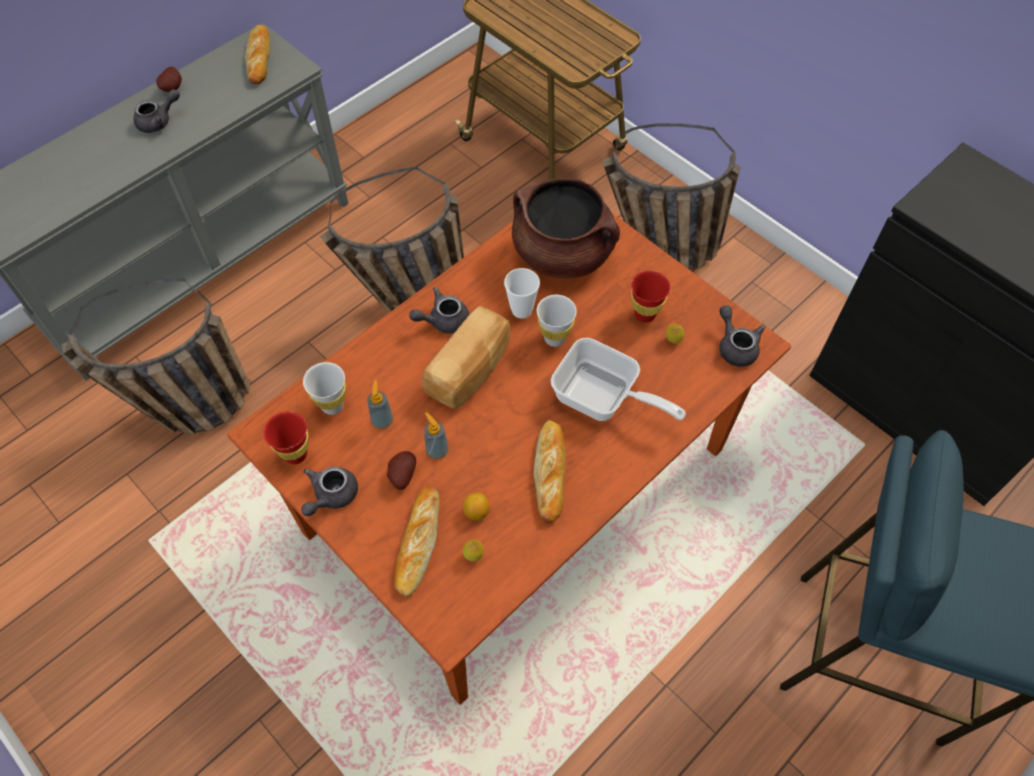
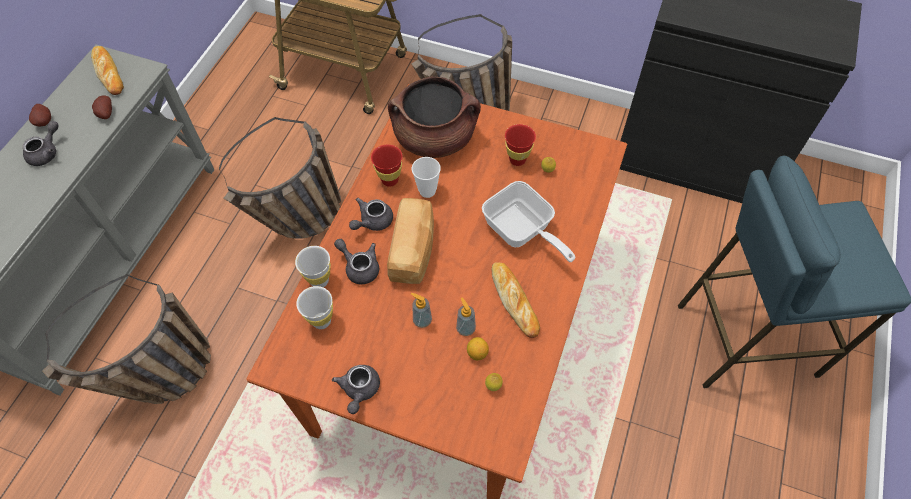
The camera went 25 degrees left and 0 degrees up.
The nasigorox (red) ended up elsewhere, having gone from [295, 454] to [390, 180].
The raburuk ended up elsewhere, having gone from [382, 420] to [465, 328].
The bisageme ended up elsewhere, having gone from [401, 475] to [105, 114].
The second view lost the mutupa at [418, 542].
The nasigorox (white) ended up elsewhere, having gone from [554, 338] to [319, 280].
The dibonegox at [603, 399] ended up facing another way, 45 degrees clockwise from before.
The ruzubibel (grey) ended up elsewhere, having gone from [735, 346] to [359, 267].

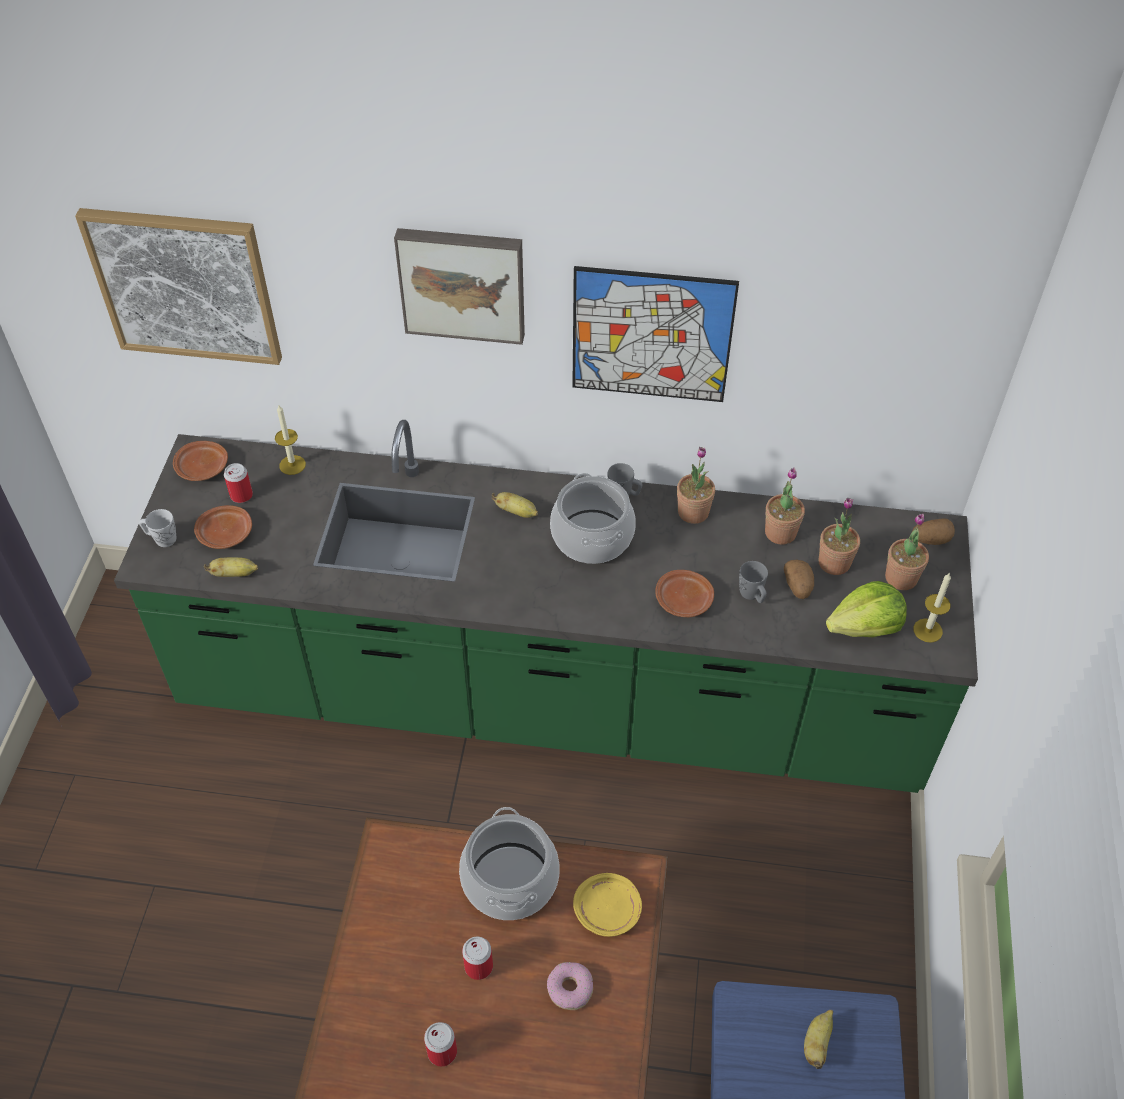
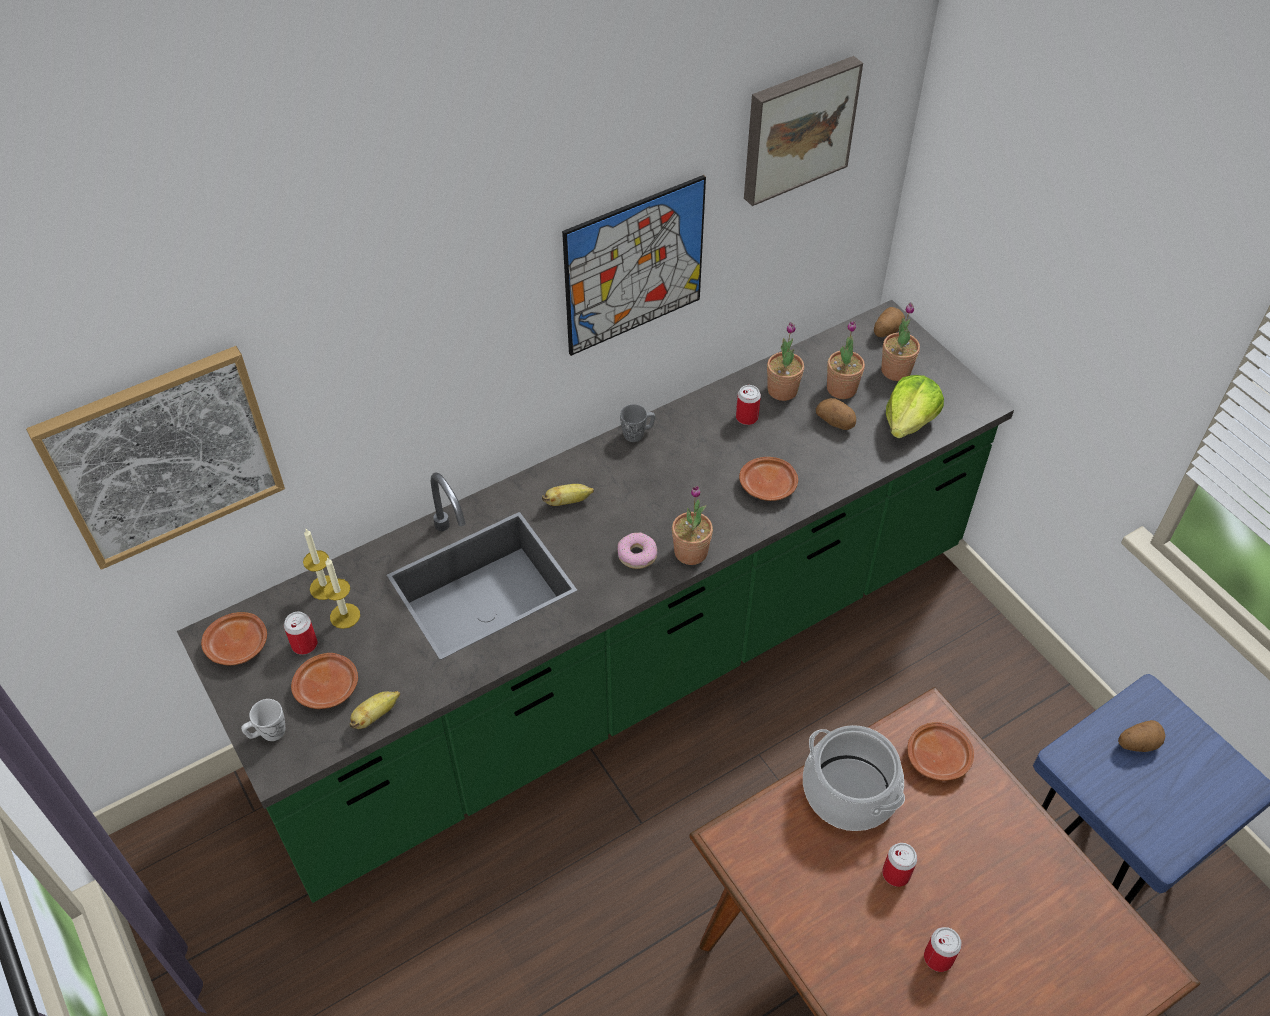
The camera went 40 degrees left and 0 degrees up.
The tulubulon ended up elsewhere, having gone from [463, 283] to [797, 128].
The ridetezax ended up elsewhere, having gone from [570, 989] to [637, 554].
The second view lost the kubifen at [593, 537].
What was the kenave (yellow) at [608, 910] turned into the kenave (brown) at [938, 757].
The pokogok ended up elsewhere, having gone from [693, 512] to [691, 552].
The second view lost the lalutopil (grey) at [752, 595].
Where the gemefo stood at [816, 1043], the bisageme came to stand at [1137, 743].
The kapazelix ended up elsewhere, having gone from [927, 630] to [345, 616].
The second view gained the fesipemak at [746, 417].

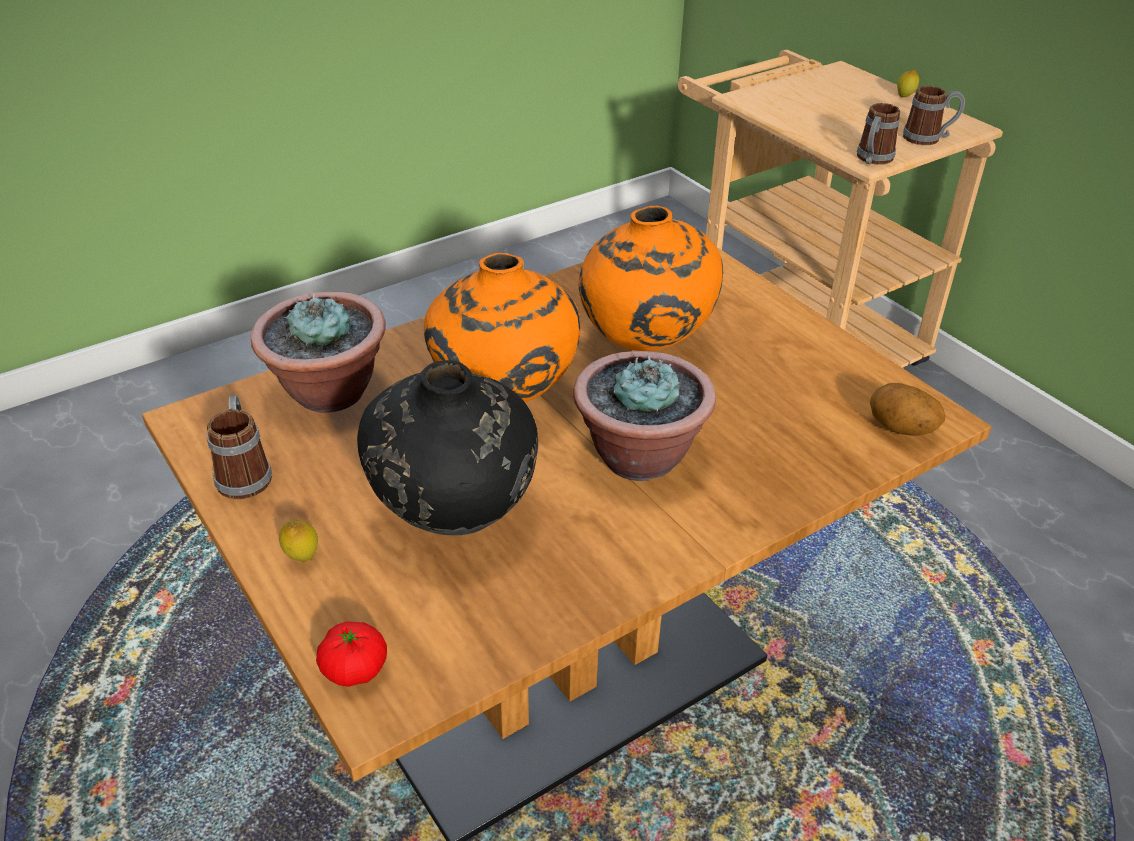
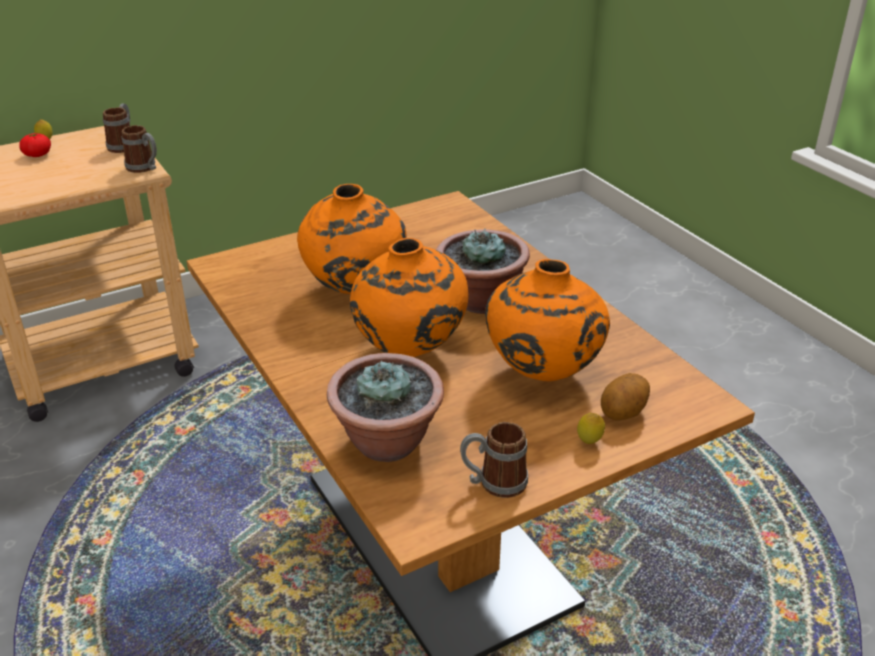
The camera went 85 degrees left and 5 degrees down.
The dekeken ended up elsewhere, having gone from [354, 669] to [37, 155].
What was the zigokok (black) at [455, 516] turned into the zigokok (orange) at [542, 375].
The bisageme ended up elsewhere, having gone from [900, 430] to [623, 413].

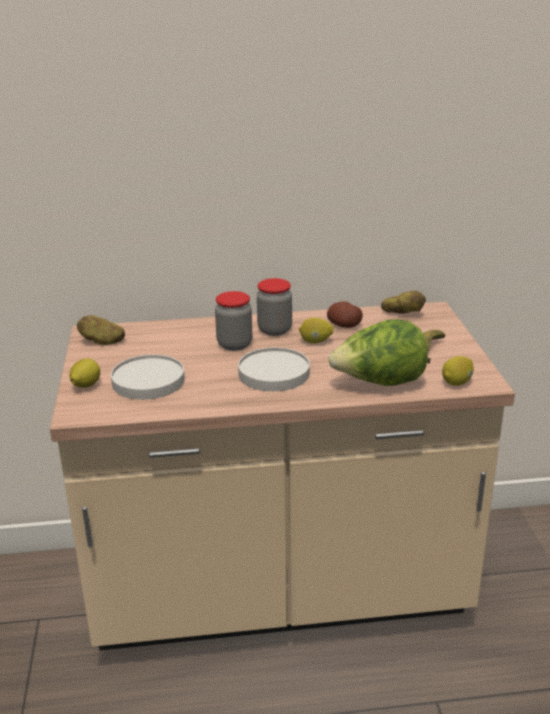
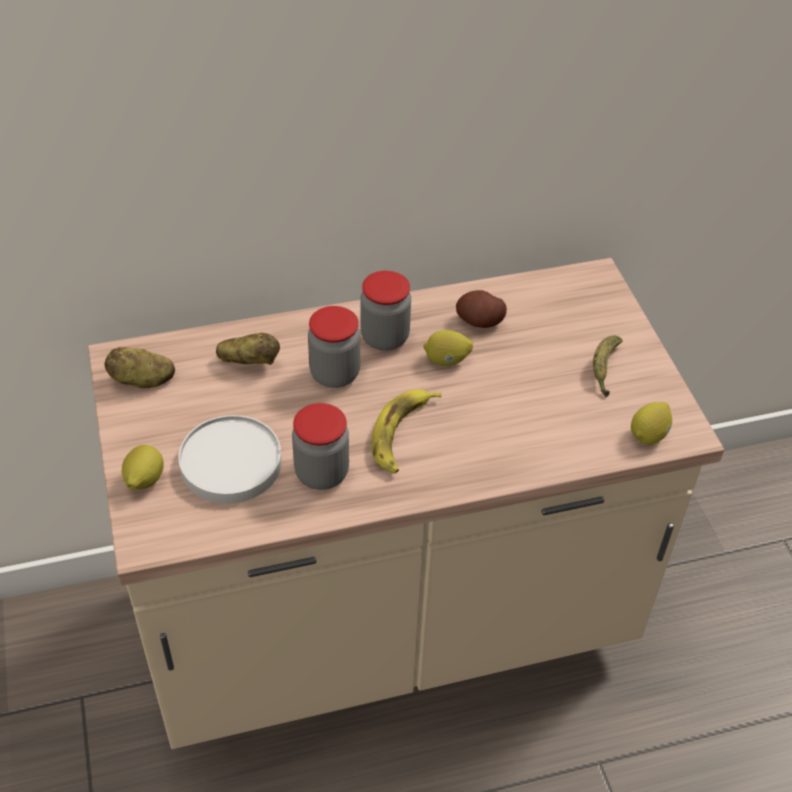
The camera went 10 degrees left and 20 degrees up.
Where the kenave (white) stood at [274, 373], the gemefo came to stand at [402, 434].
The second view lost the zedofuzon at [380, 383].
The bisageme ended up elsewhere, having gone from [402, 314] to [249, 361].
The second view gained the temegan at [322, 473].

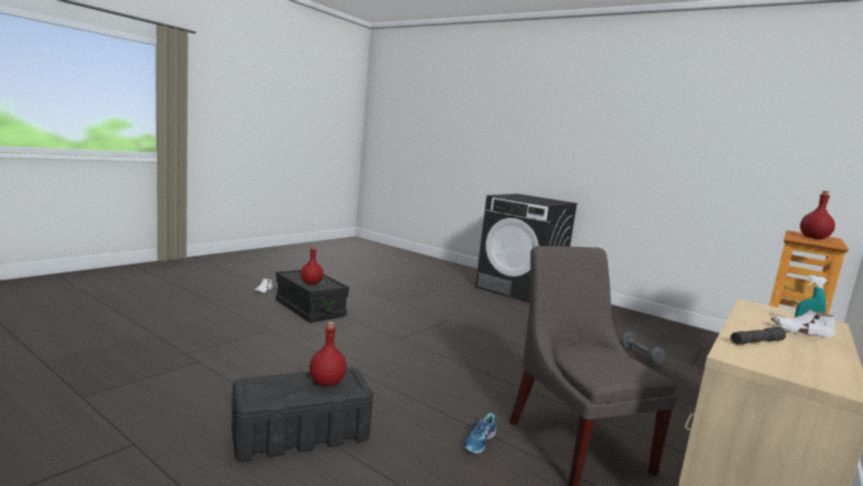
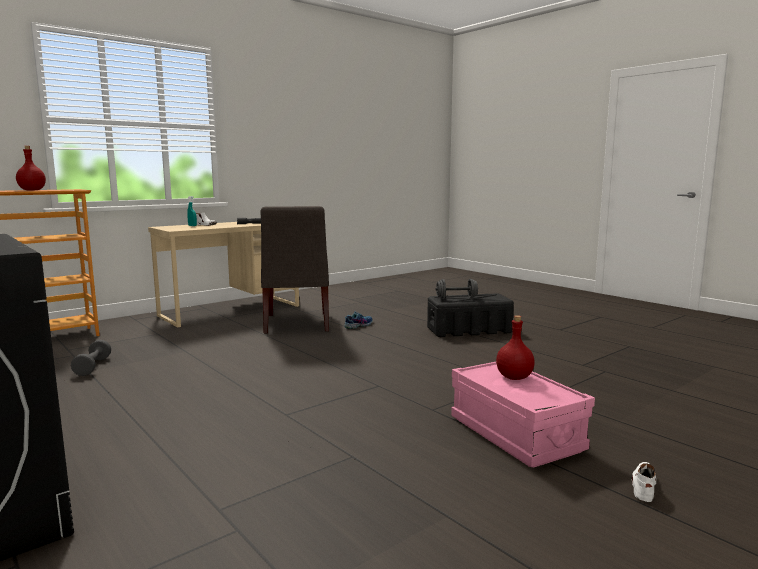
The camera went 165 degrees left and 0 degrees up.
What was the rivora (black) at [310, 309] turned into the rivora (pink) at [515, 434].
Where the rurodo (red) stood at [326, 383], the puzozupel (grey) came to stand at [456, 298].

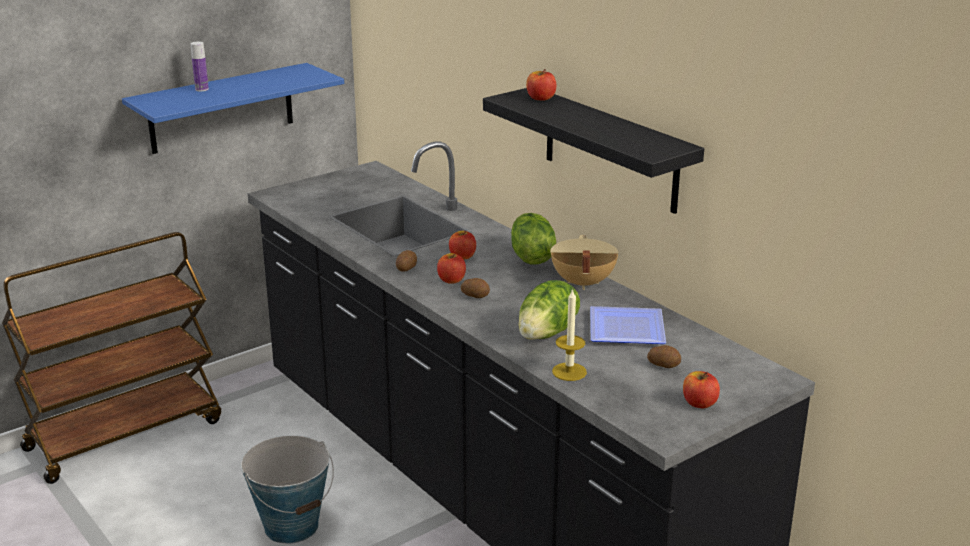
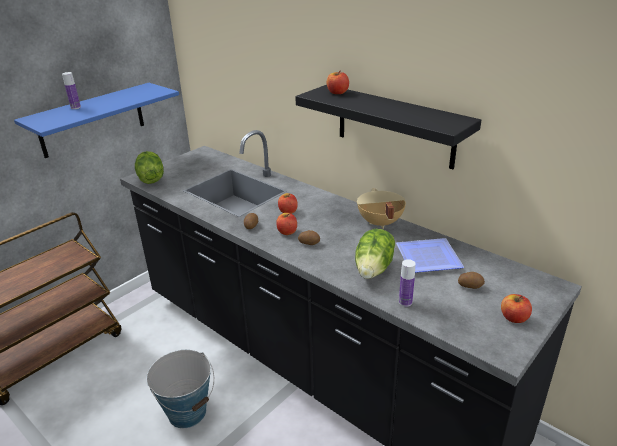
The camera went 10 degrees left and 5 degrees up.
The zedofuzon ended up elsewhere, having gone from [530, 257] to [150, 179].
Where the kapazelix stood at [569, 372], the rurodo came to stand at [405, 302].

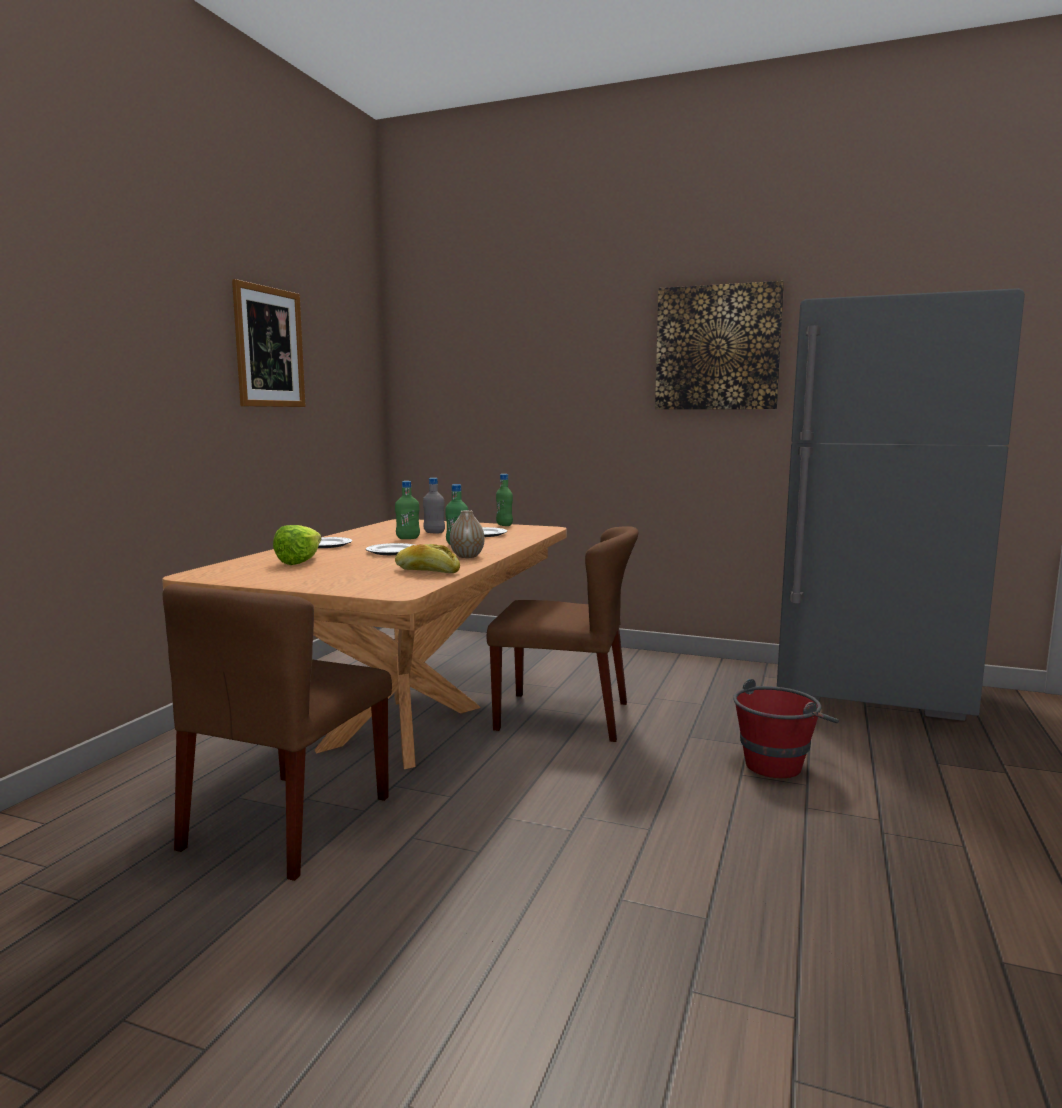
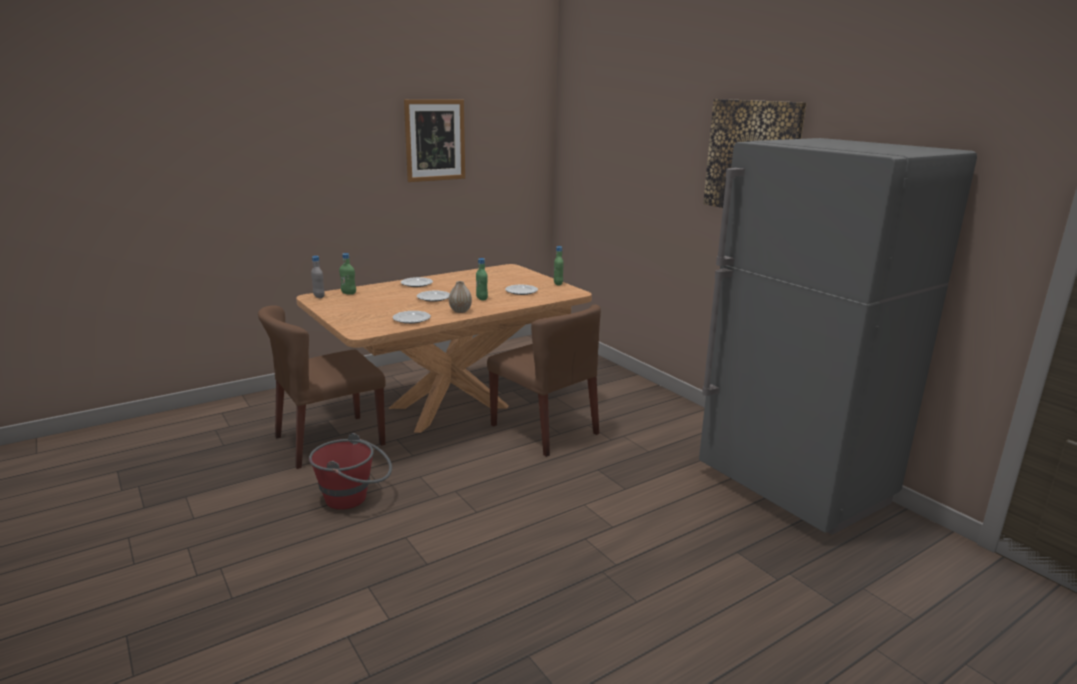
The camera went 35 degrees right and 10 degrees up.
The second view lost the zedofuzon at [304, 561].
The rurodo (green) ended up elsewhere, having gone from [408, 538] to [348, 293].
Where the mutupa stood at [427, 571], the kenave came to stand at [411, 319].
The rurodo (grey) ended up elsewhere, having gone from [434, 532] to [319, 296].
The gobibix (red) ended up elsewhere, having gone from [781, 762] to [354, 498].

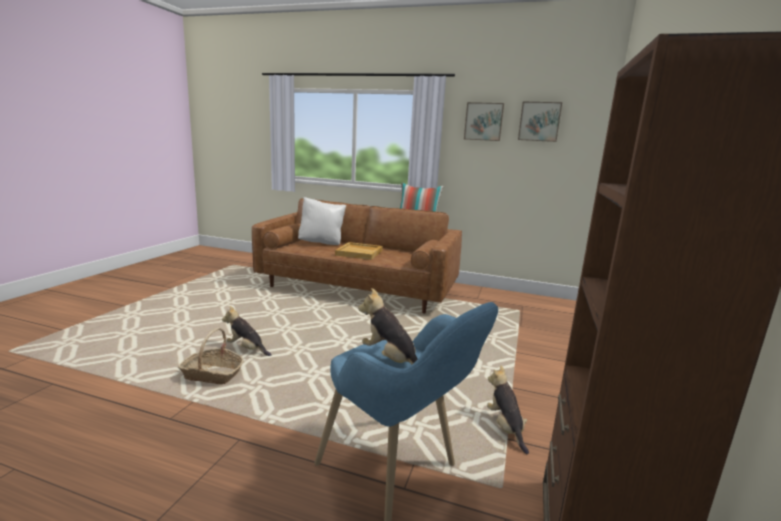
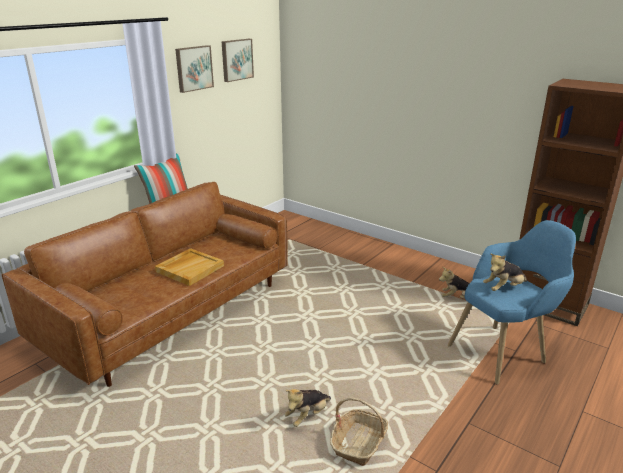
The camera went 70 degrees left and 10 degrees up.
The second view lost the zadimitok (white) at [322, 243].

